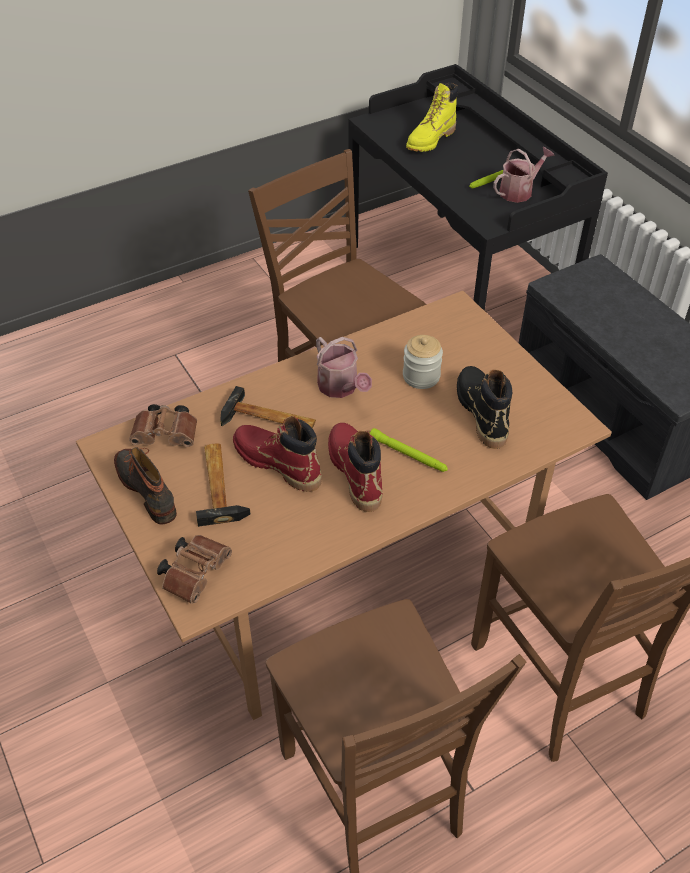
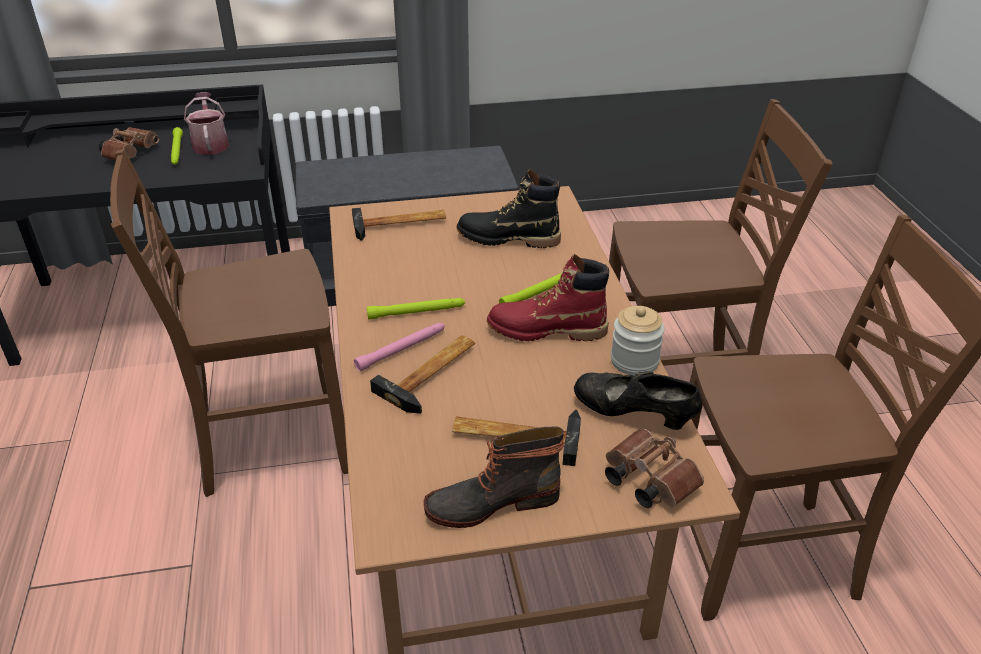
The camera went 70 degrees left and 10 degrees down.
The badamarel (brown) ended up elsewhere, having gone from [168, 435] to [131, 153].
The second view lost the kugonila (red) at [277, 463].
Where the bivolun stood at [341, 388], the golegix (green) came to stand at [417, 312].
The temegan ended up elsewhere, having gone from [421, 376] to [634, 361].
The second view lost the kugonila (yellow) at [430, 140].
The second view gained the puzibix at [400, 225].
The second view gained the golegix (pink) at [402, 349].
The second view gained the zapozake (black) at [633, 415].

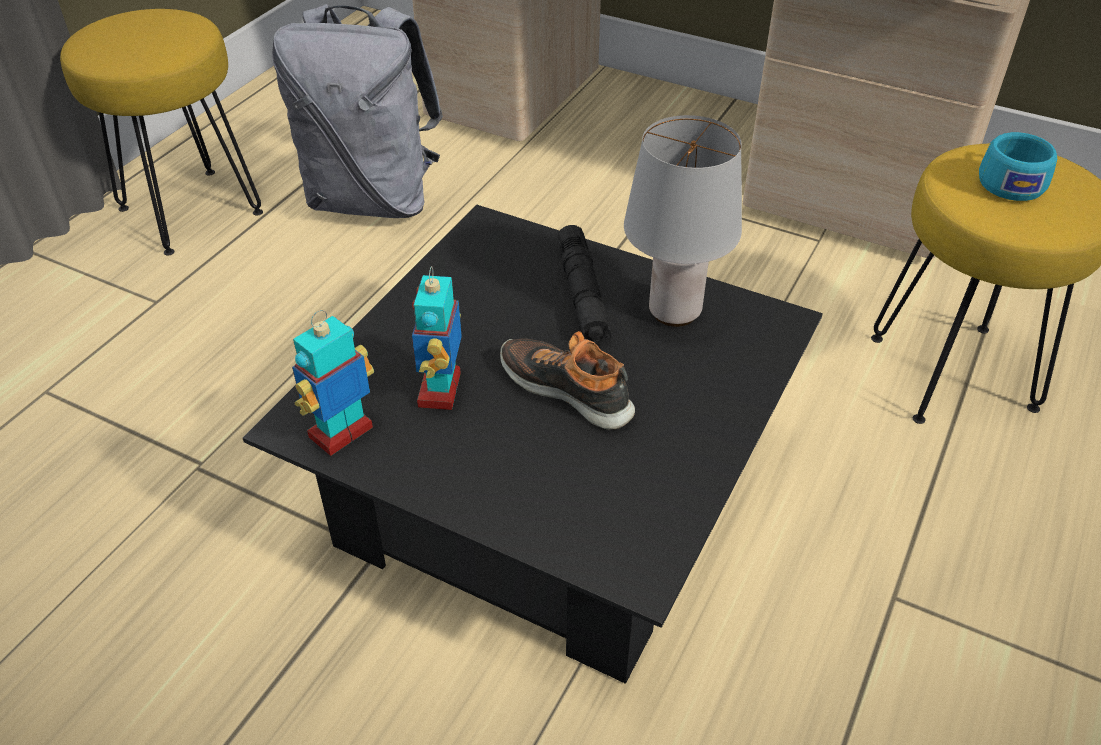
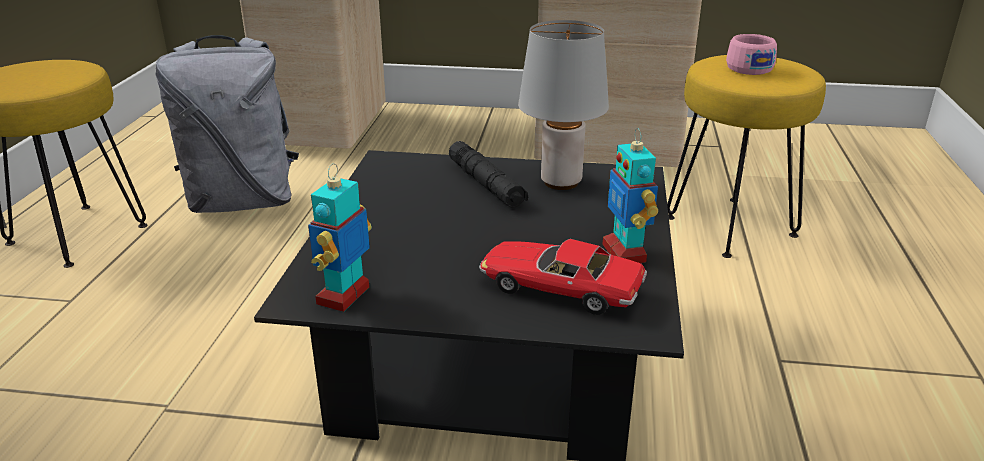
The camera went 20 degrees left and 15 degrees down.
The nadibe ended up elsewhere, having gone from [441, 391] to [625, 253].
The second view lost the zapozake at [568, 389].
What was the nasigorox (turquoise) at [1009, 181] turned into the nasigorox (pink) at [746, 67].
The second view gained the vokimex at [559, 289].

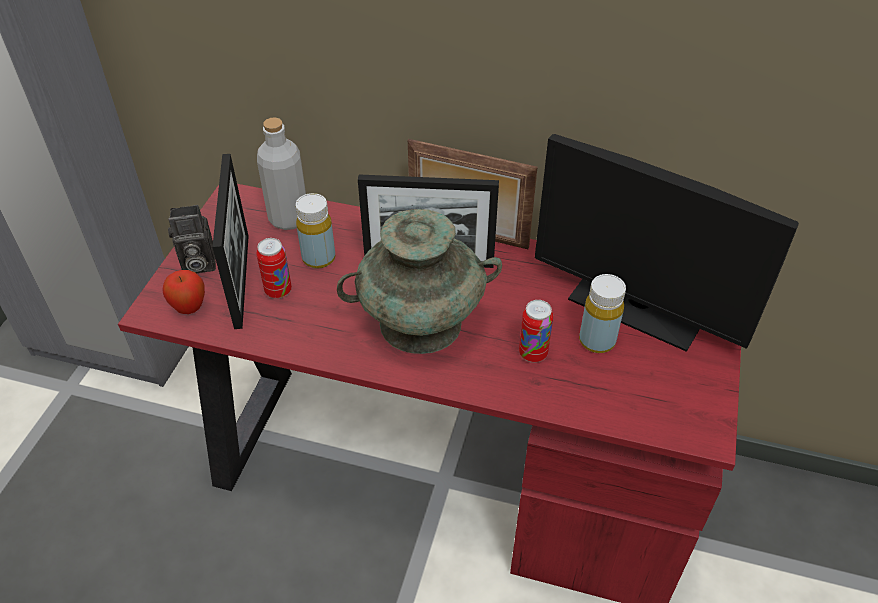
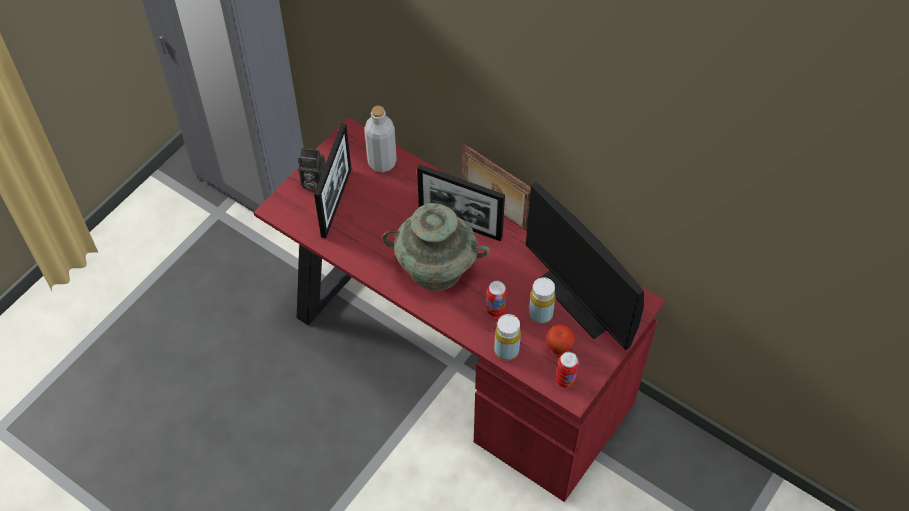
The camera went 20 degrees right and 10 degrees up.
The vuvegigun ended up elsewhere, having gone from [189, 308] to [559, 348].
The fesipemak ended up elsewhere, having gone from [278, 291] to [565, 380].
The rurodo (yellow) ended up elsewhere, having gone from [319, 258] to [506, 350].

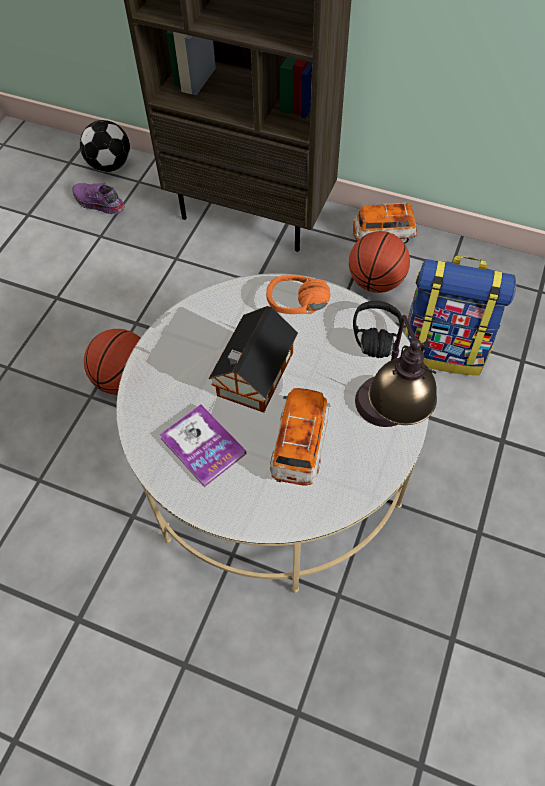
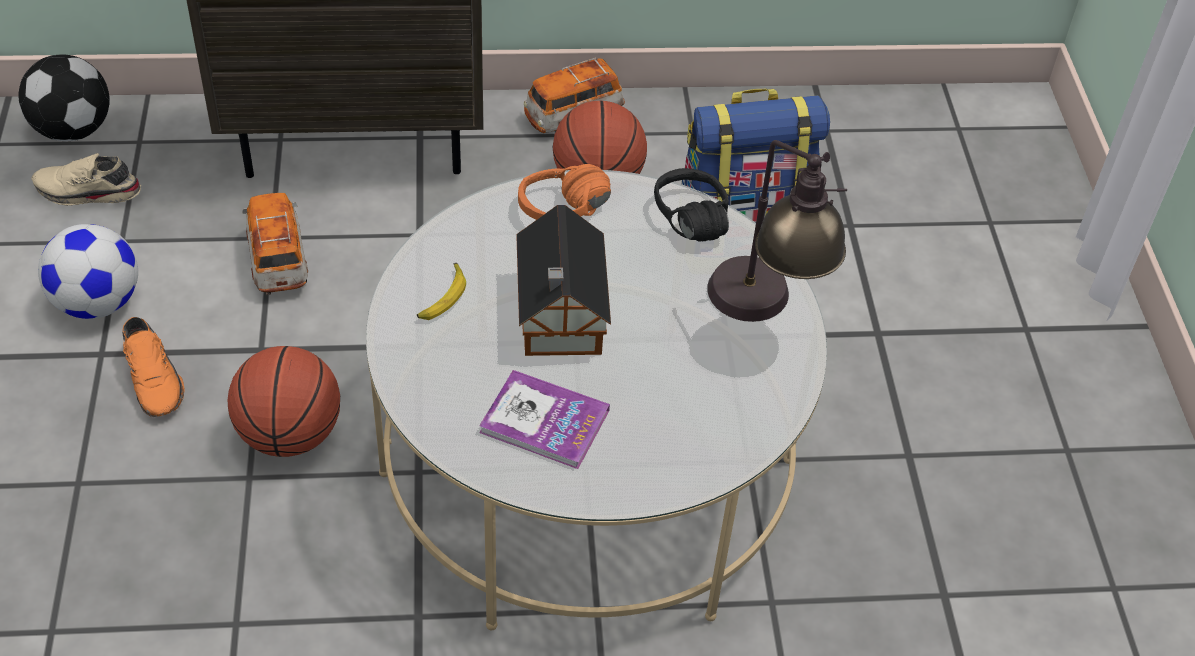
The camera went 30 degrees left and 10 degrees down.
What was the zapozake (purple) at [98, 203] turned into the zapozake (beige) at [87, 193].
The vokimex ended up elsewhere, having gone from [300, 445] to [278, 261].
The second view gained the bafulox at [98, 303].
The second view gained the zapozake (orange) at [155, 378].
The second view gained the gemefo at [442, 298].

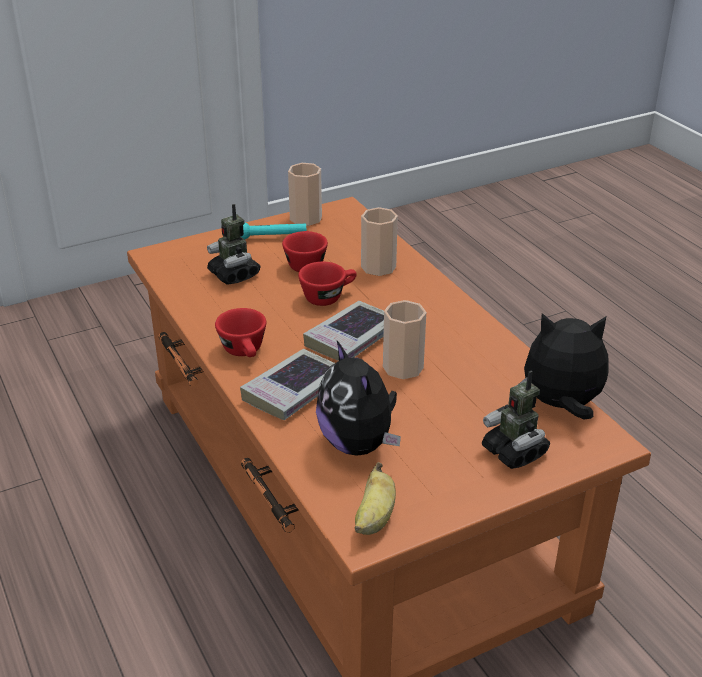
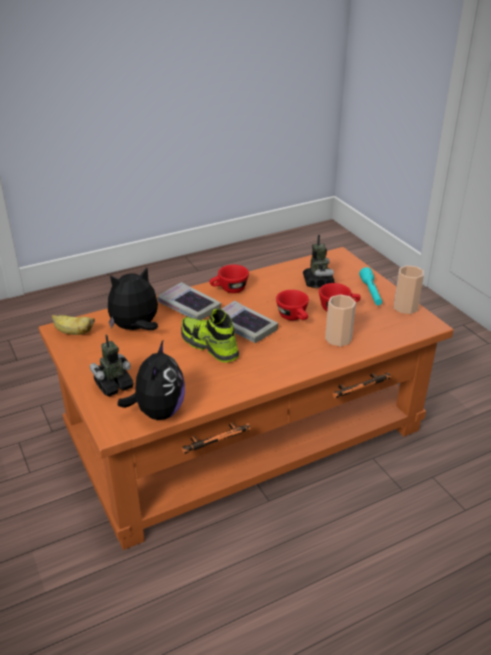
The camera went 90 degrees right and 0 degrees up.
The nadibe at [234, 275] ended up facing another way, 120 degrees clockwise from before.
Where the nasigorox stood at [403, 367], the zapozake came to stand at [209, 346].

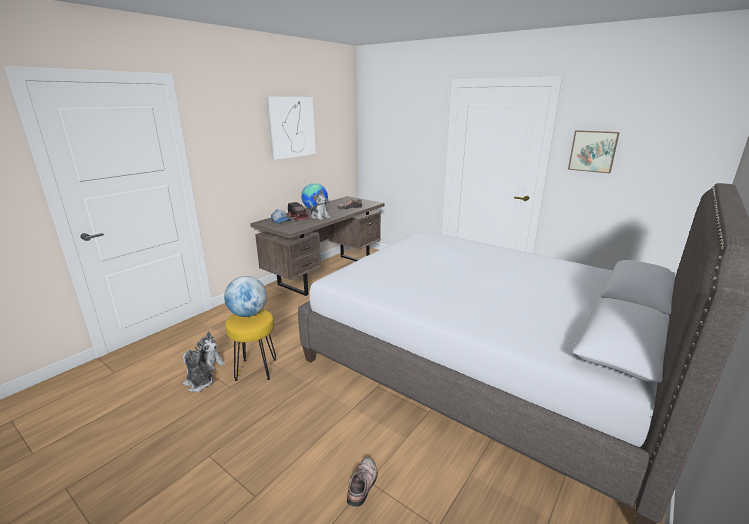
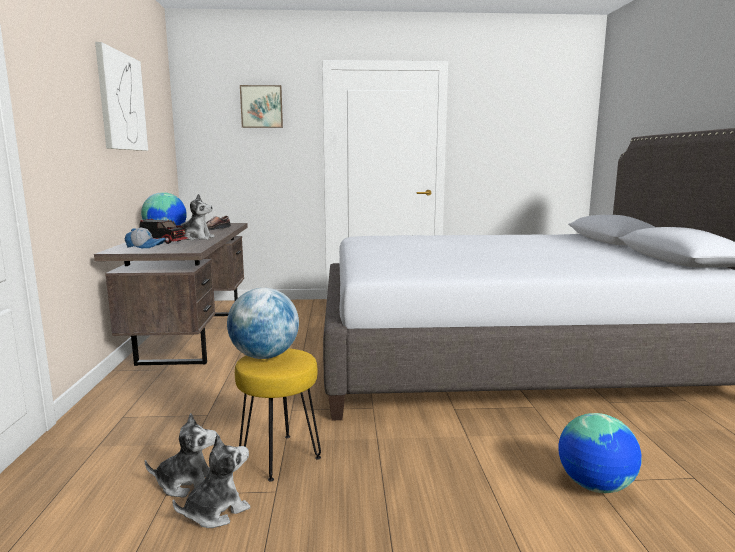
The camera went 40 degrees left and 10 degrees down.
The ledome at [199, 384] ended up facing another way, 150 degrees clockwise from before.
Where the zapozake stood at [363, 485], the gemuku came to stand at [595, 486].
The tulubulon ended up elsewhere, having gone from [593, 151] to [261, 107].

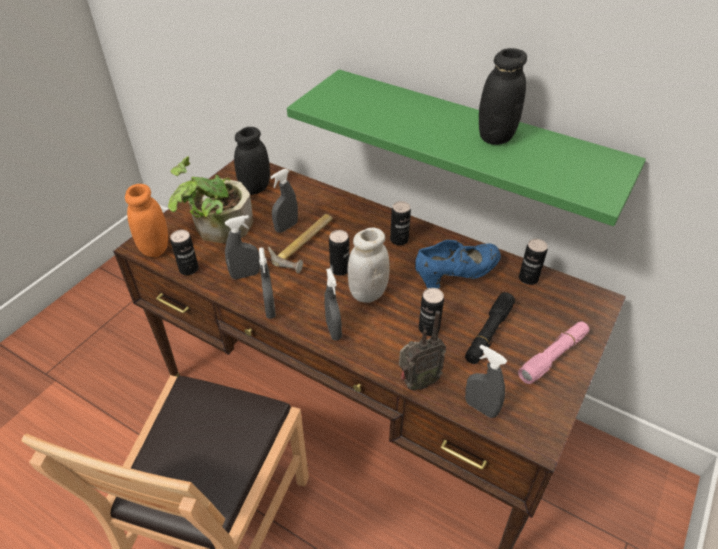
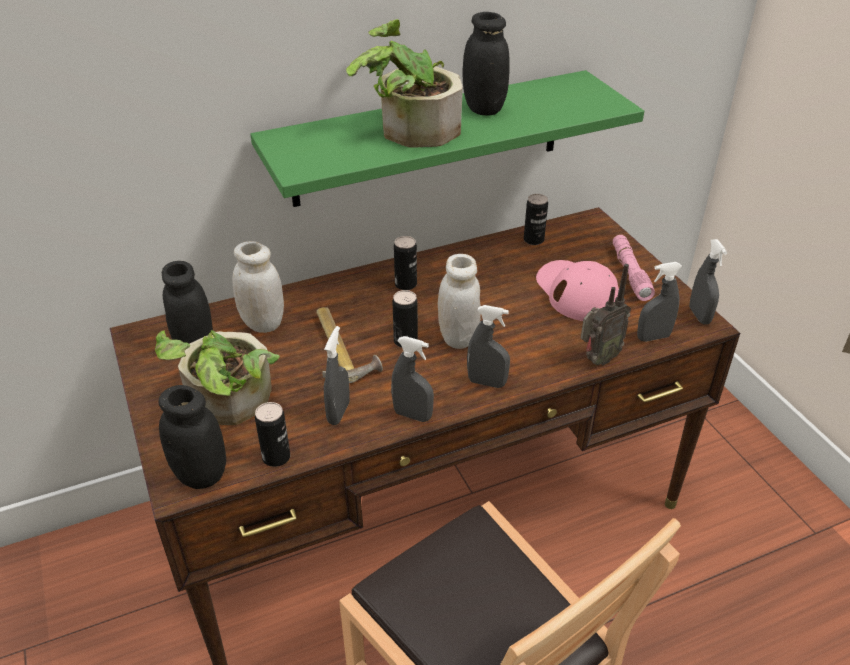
The camera went 55 degrees left and 5 degrees down.
What was the temegan (orange) at [155, 248] turned into the temegan (black) at [201, 474].
The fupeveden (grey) ended up elsewhere, having gone from [286, 227] to [699, 316].
The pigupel at [417, 382] ended up facing another way, 45 degrees clockwise from before.
The second view lost the zapozake (blue) at [456, 275].
The second view lost the fesipemak at [429, 328].
Where the golegix (black) stood at [488, 333], the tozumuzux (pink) came to stand at [576, 292].
The second view gained the temegan (white) at [263, 323].
The second view gained the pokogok at [409, 130].

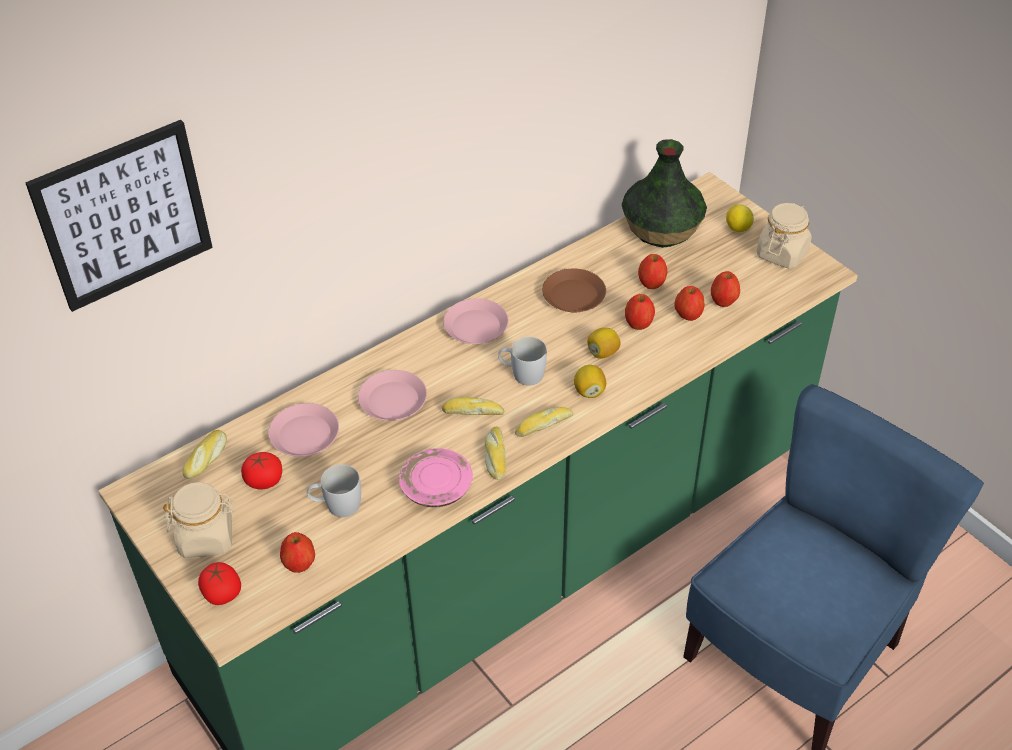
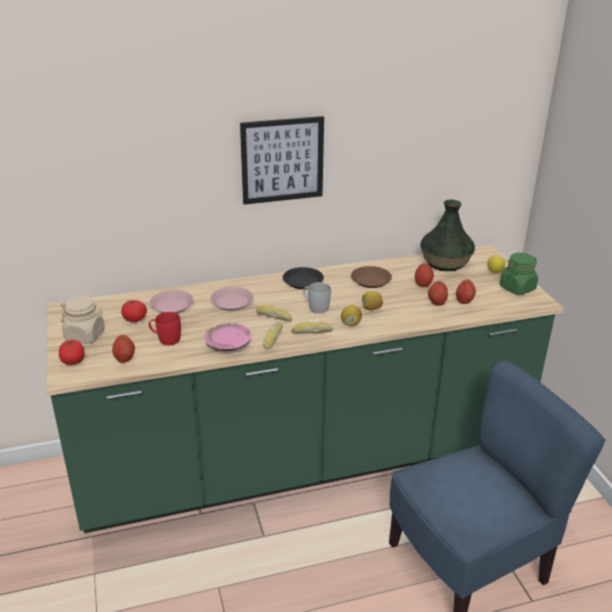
The camera went 20 degrees right and 15 degrees down.
The tulubulon ended up elsewhere, having gone from [124, 215] to [282, 160].
The second view lost the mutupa at [207, 459].
What was the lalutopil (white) at [336, 505] turned into the lalutopil (red) at [165, 339].
What was the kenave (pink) at [476, 327] turned into the kenave (black) at [303, 281].
The second view lost the vuvegigun at [638, 324].
What was the temegan (beige) at [782, 253] turned into the temegan (green) at [517, 288].

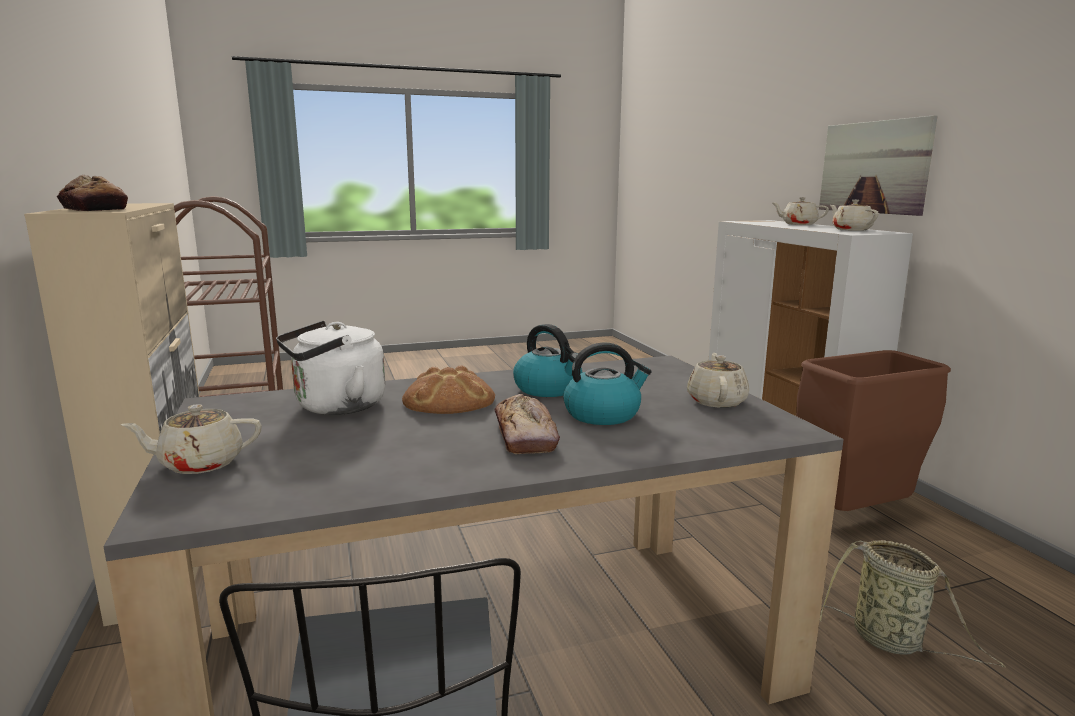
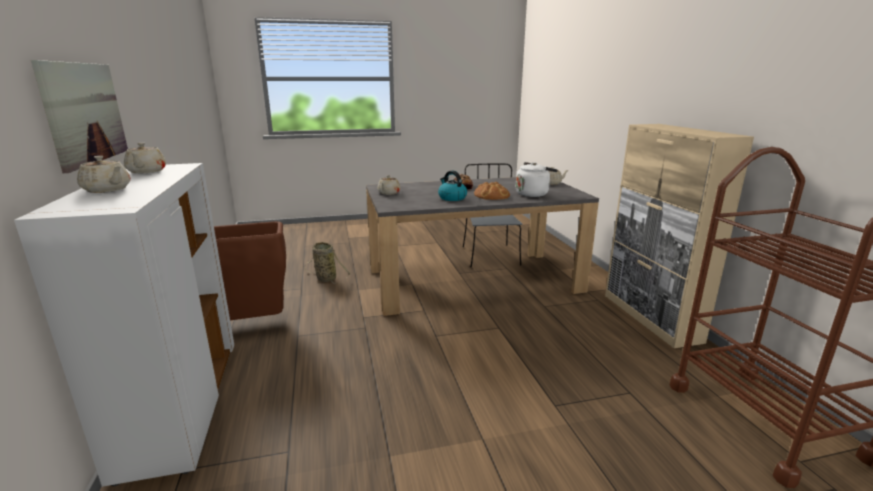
The camera went 175 degrees left and 5 degrees up.
The second view lost the mutupa at [94, 209].
The second view lost the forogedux at [603, 414].

